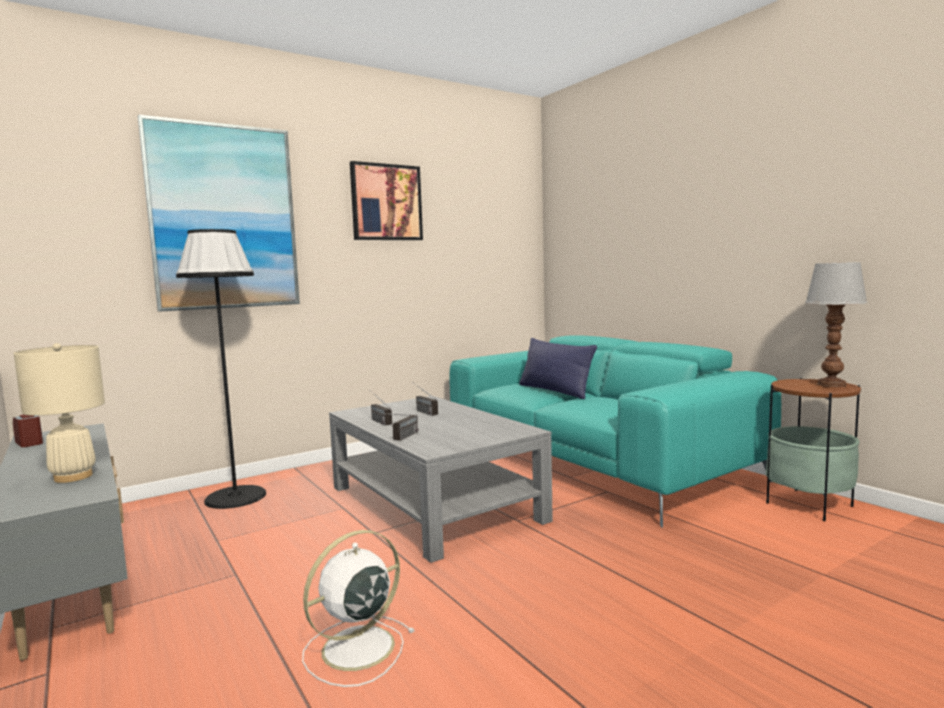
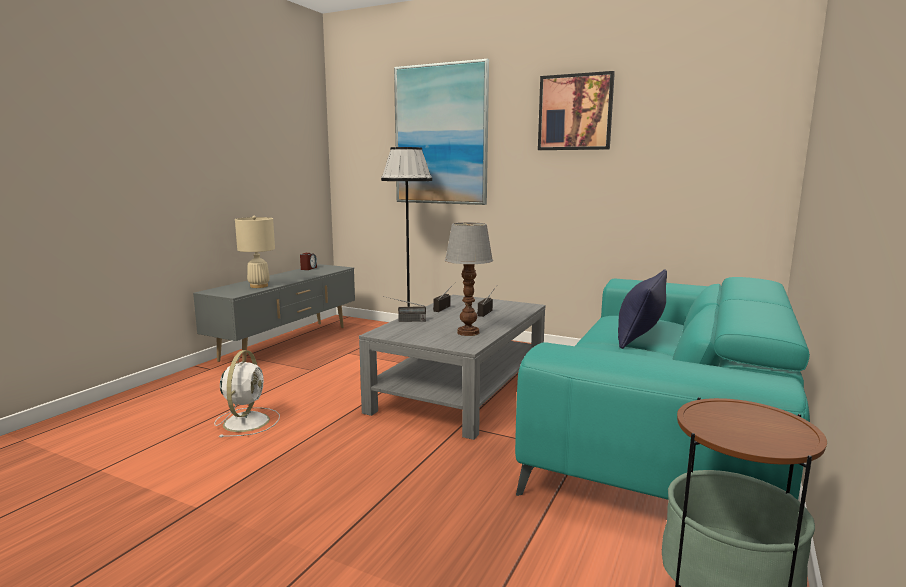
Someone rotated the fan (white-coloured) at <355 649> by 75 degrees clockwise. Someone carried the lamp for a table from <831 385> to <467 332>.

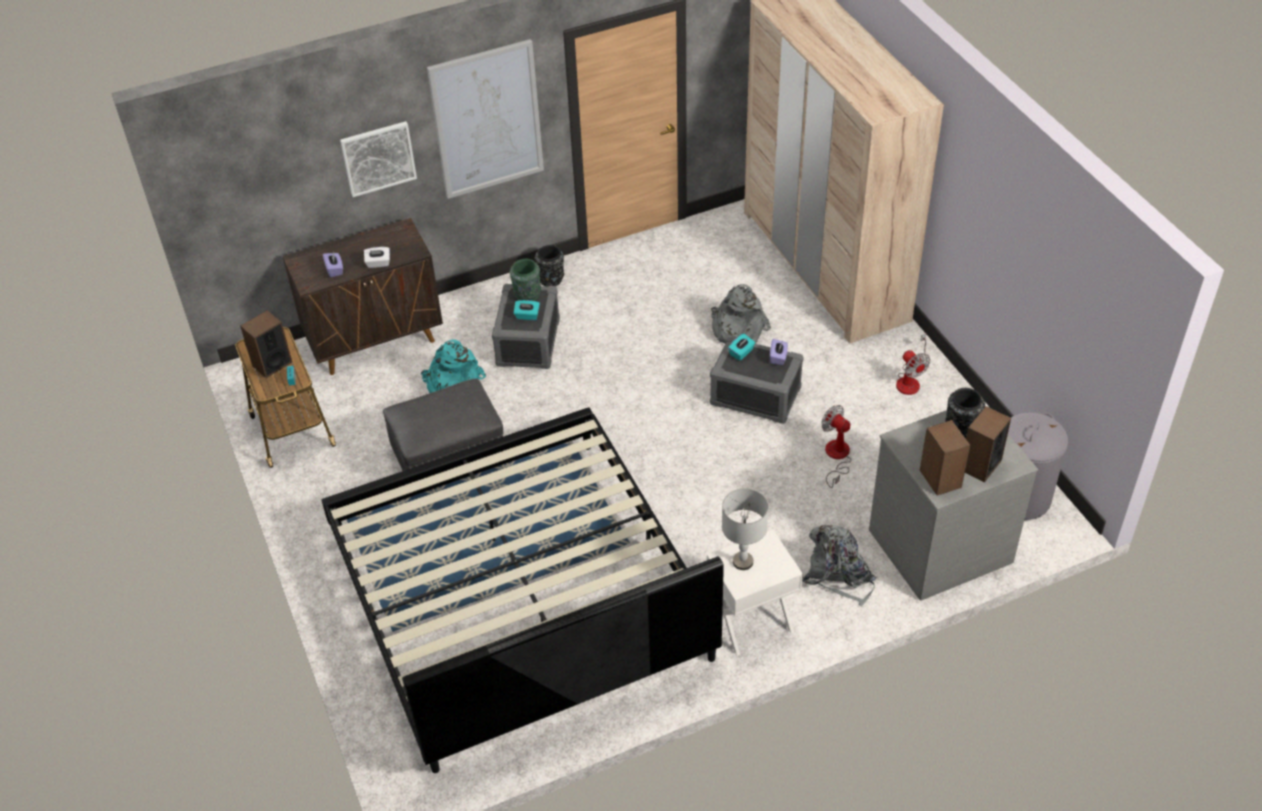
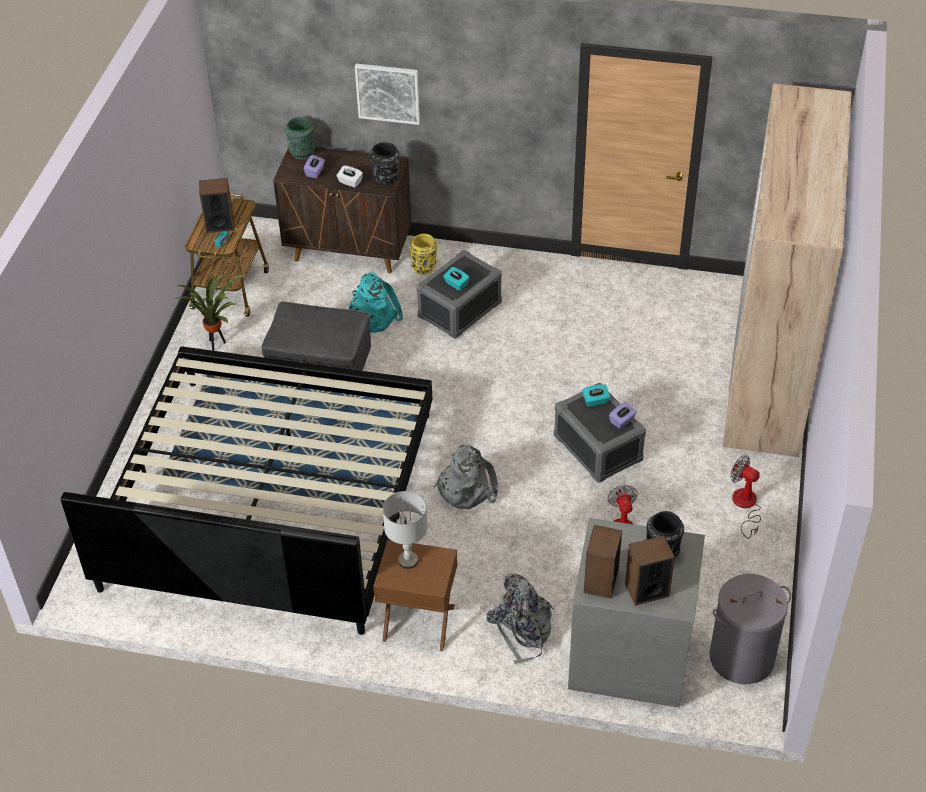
Someone took away the wall picture at <487 119>. Someone carried the flower vase (greenish) from <527 295> to <302 153>. Someone carried the flower vase (black-coloured) from <551 279> to <386 178>. Someone repainted the nightstand (white-coloured) at <752 622>, which became the nightstand (brown) at <418 623>. Someone carried the rucksack (greyish) from <737 329> to <466 487>. Someone rotated the fan at <910 380> by 120 degrees clockwise. Someone put down the plant in a pot at <217 345>. Someone put down the flower vase (yellow) at <424 267>.

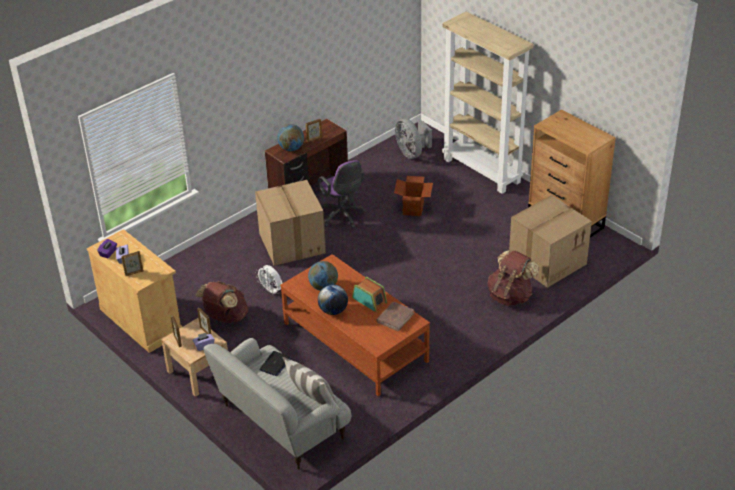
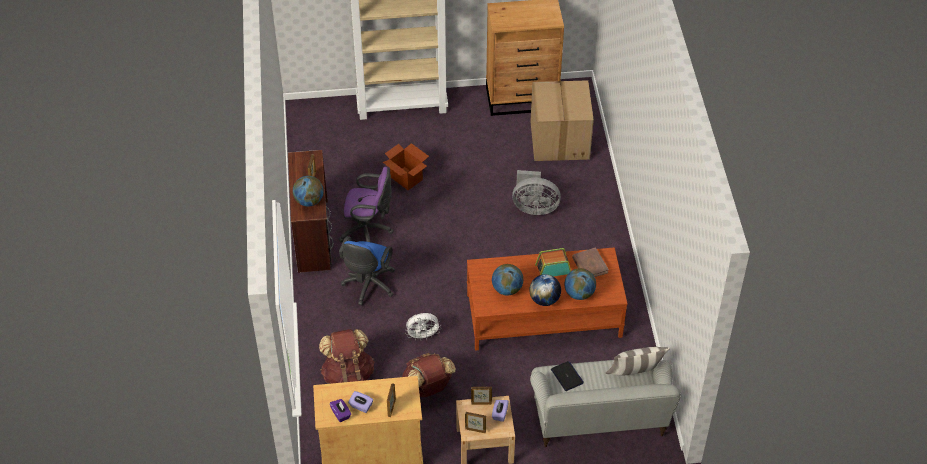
Someone swapped the packing box at <291 243> for the office chair (blue) at <368 286>. Someone carried the fan (greyish) from <412 153> to <534 207>. Someone carried the rucksack (brown) from <510 296> to <348 375>. Someone put down the world globe at <579 293>.

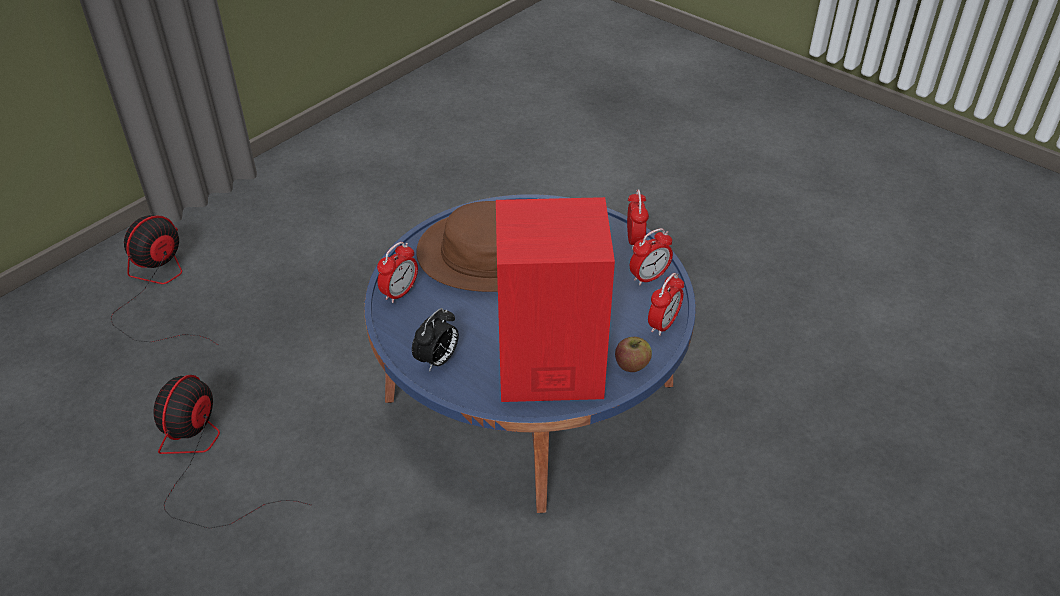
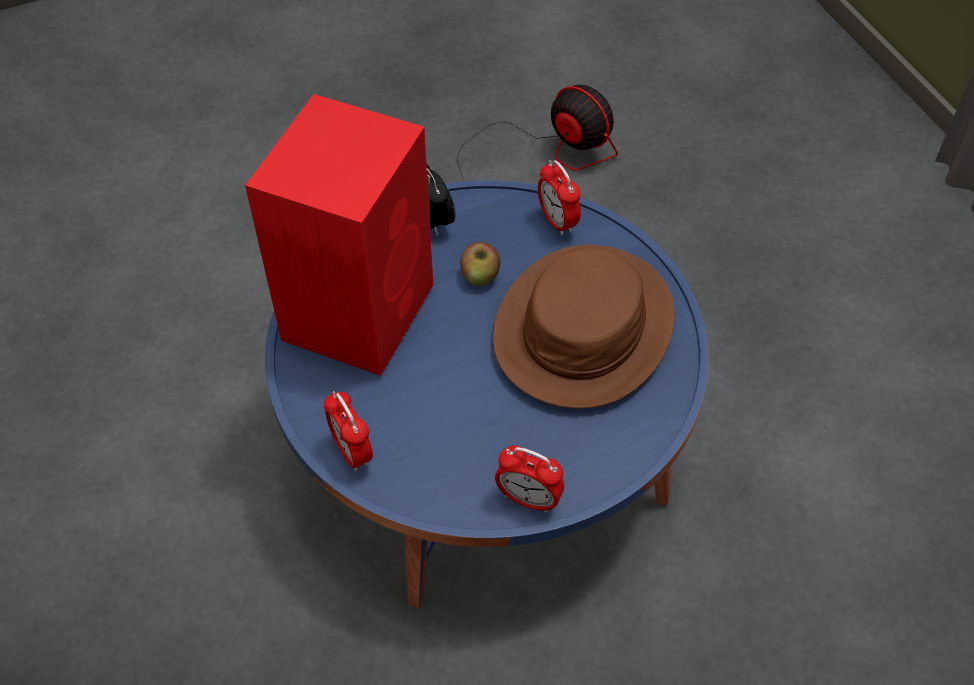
Someone took away the fan at <158 290>. Someone carried the apple from <632 364> to <480 276>. Someone took away the table clock at <649 277>.

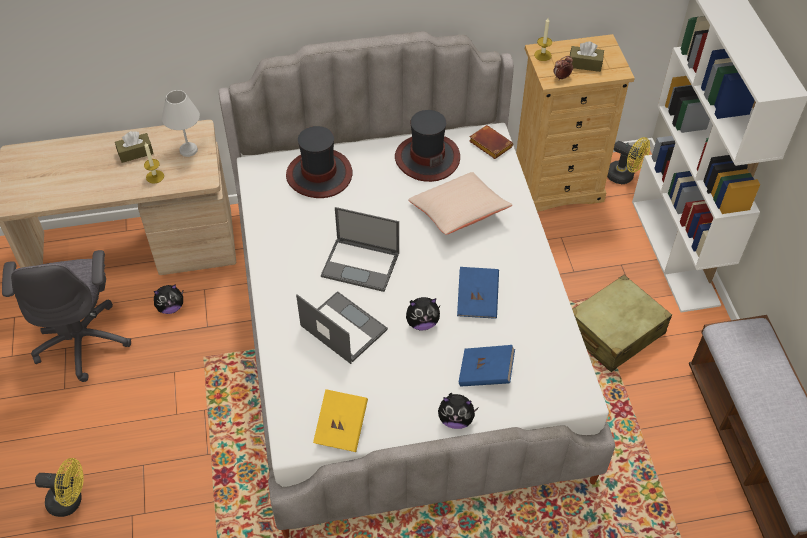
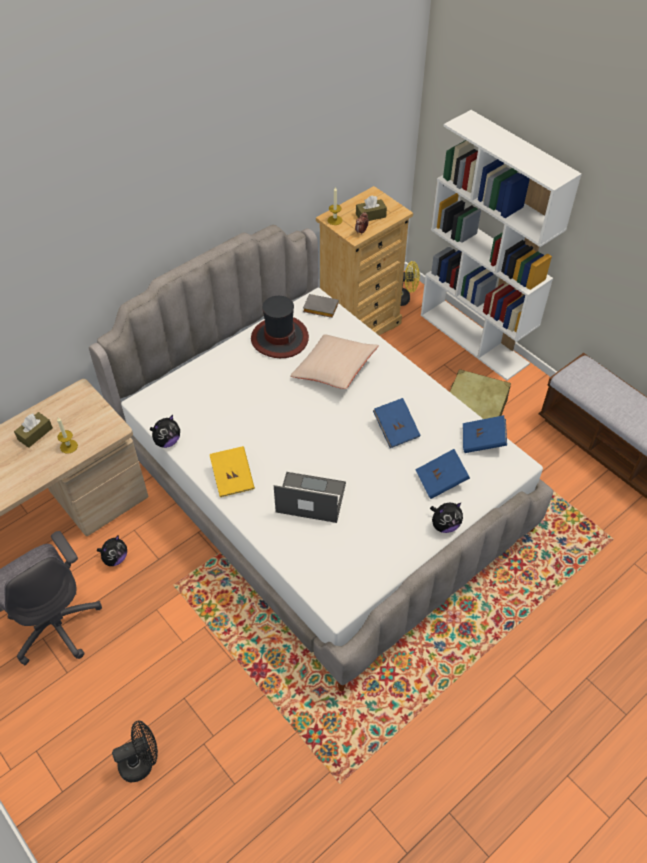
Someone repainted the fan (yellow) at <70 501>, which became the fan (black-coloured) at <141 762>. Someone took away the lamp for a table (white-coloured) at <187 150>. Someone took away the clothing hat at <319 175>. Someone carried the volume (yellow) from <341 428> to <233 478>. Someone took away the portable computer at <361 264>. Someone carried the plush toy from <422 323> to <167 441>. Someone repainted the volume (brown) at <489 145>, which became the volume (greyish) at <319 309>. Someone put down the volume (blue) at <482 441>.

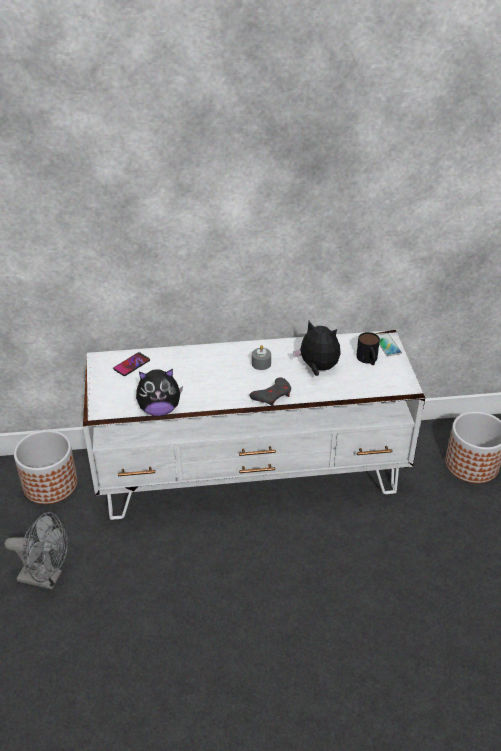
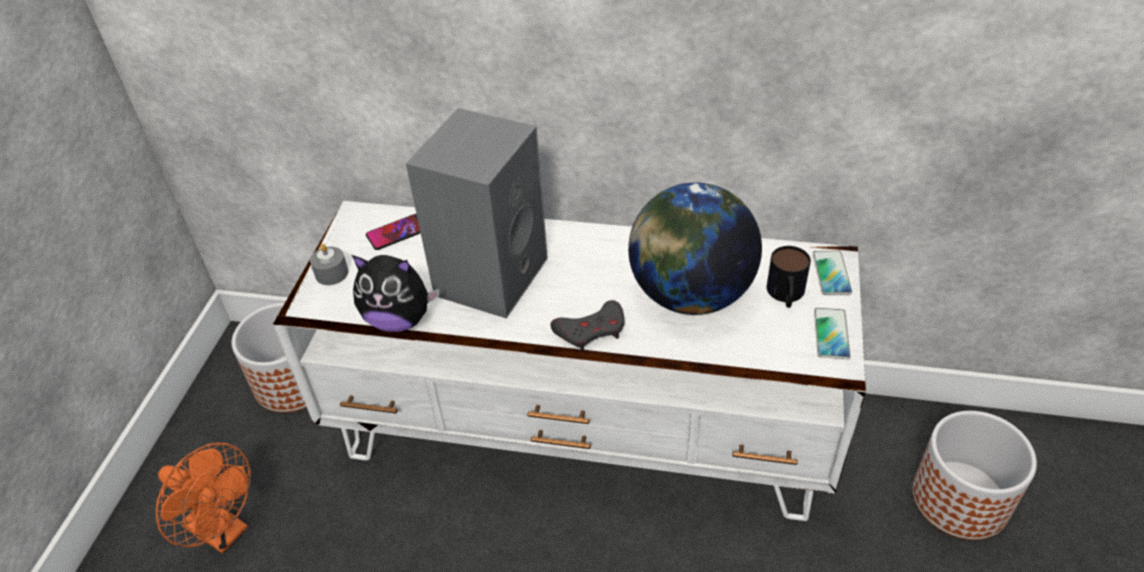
Someone repainted the fan (greyish) at <46 578>, which became the fan (orangey) at <224 531>. Someone carried the wax candle (greyish) from <261 364> to <331 273>. Someone swapped the plush toy at <317 368> for the world globe at <690 295>. Someone put down the loudspeaker (greyish) at <491 274>. Someone put down the handset at <831 334>.

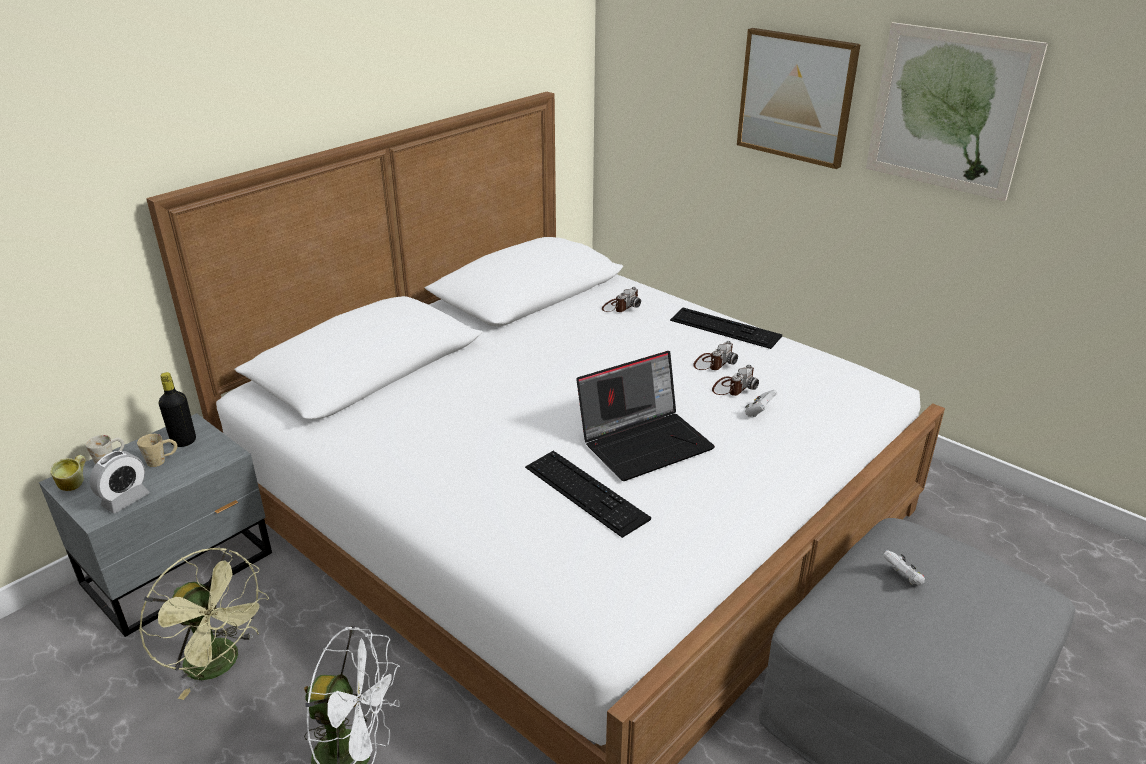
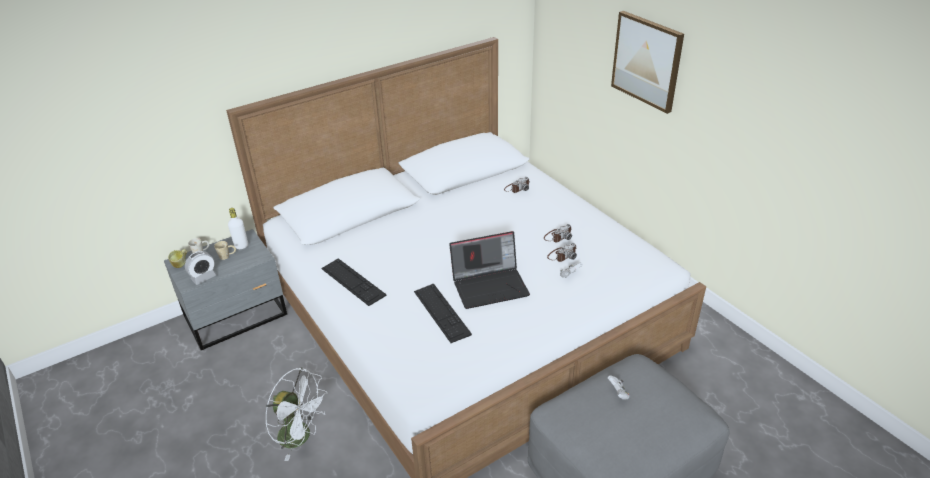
Someone took away the fan (greenish) at <221 665>. Someone repainted the beverage bottle (black-coloured) at <184 441>, which became the beverage bottle (white-coloured) at <241 246>. Someone carried the computer keyboard from <725 328> to <353 281>. Someone took away the wall picture at <949 111>.

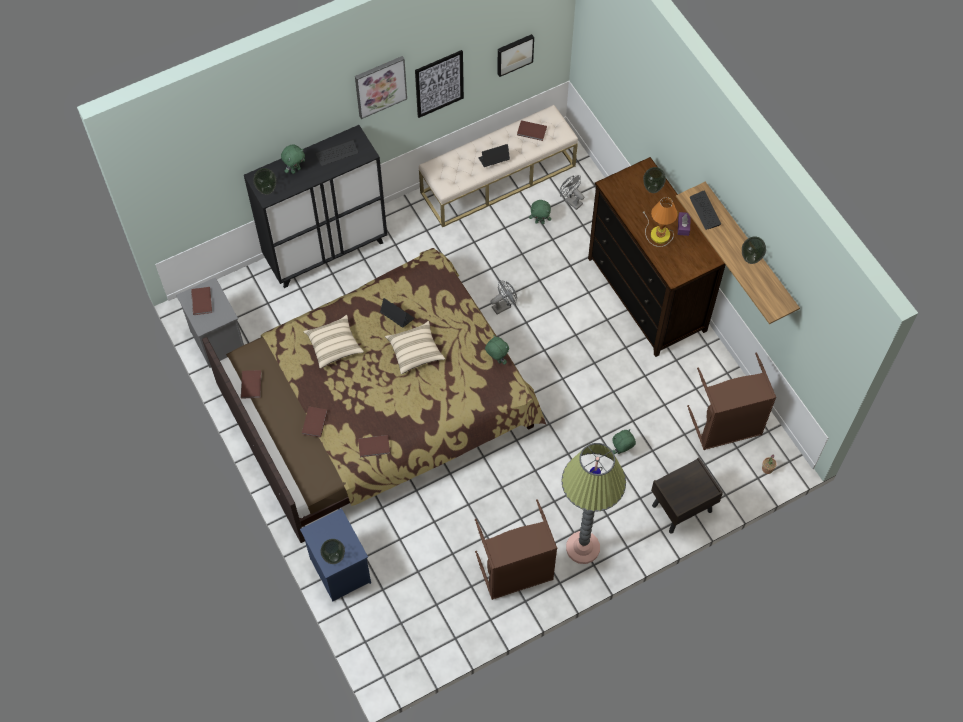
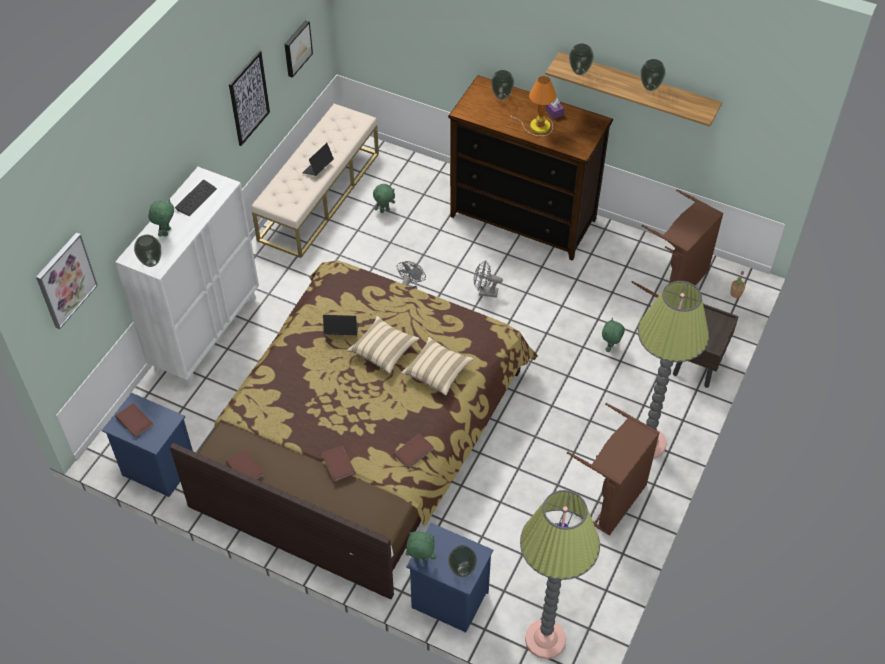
Someone repainted the nightstand (greyish) at <216 341>, which became the nightstand (blue) at <157 469>. Someone repainted the cupboard (black-coloured) at <326 251>, which became the cupboard (white-coloured) at <206 333>. Someone carried the pillow (beige-coloured) from <334 346> to <437 372>. Someone carried the wall picture from <380 86> to <65 280>. Someone carried the plush toy (greenish) from <496 360> to <420 560>. Someone took away the volume (brown) at <532 132>. Someone carried the fan (greyish) from <571 201> to <485 292>. Someone swapped the computer keyboard at <705 211> for the flower vase at <580 72>. Someone put down the standing lamp at <545 639>.

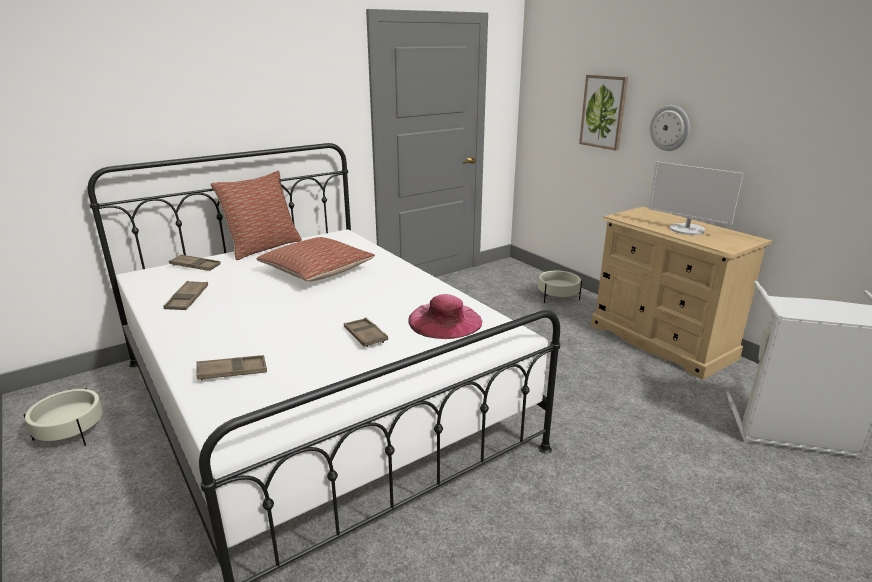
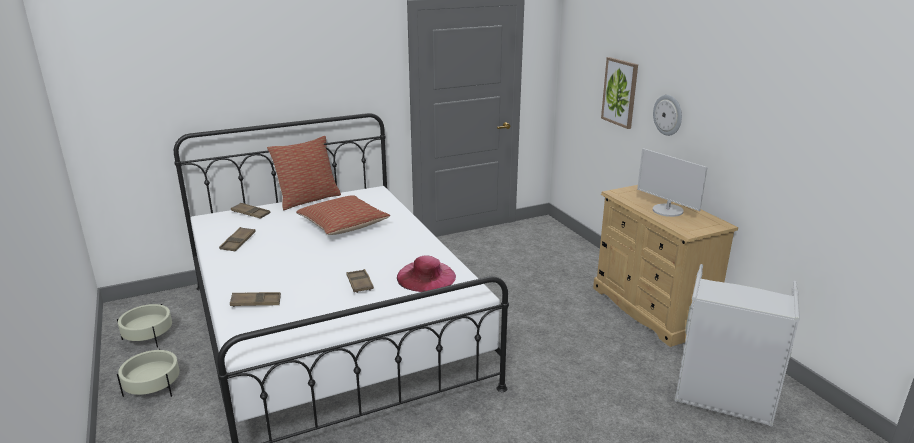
Someone carried the flower pot (beige-coloured) from <558 297> to <153 387>.

